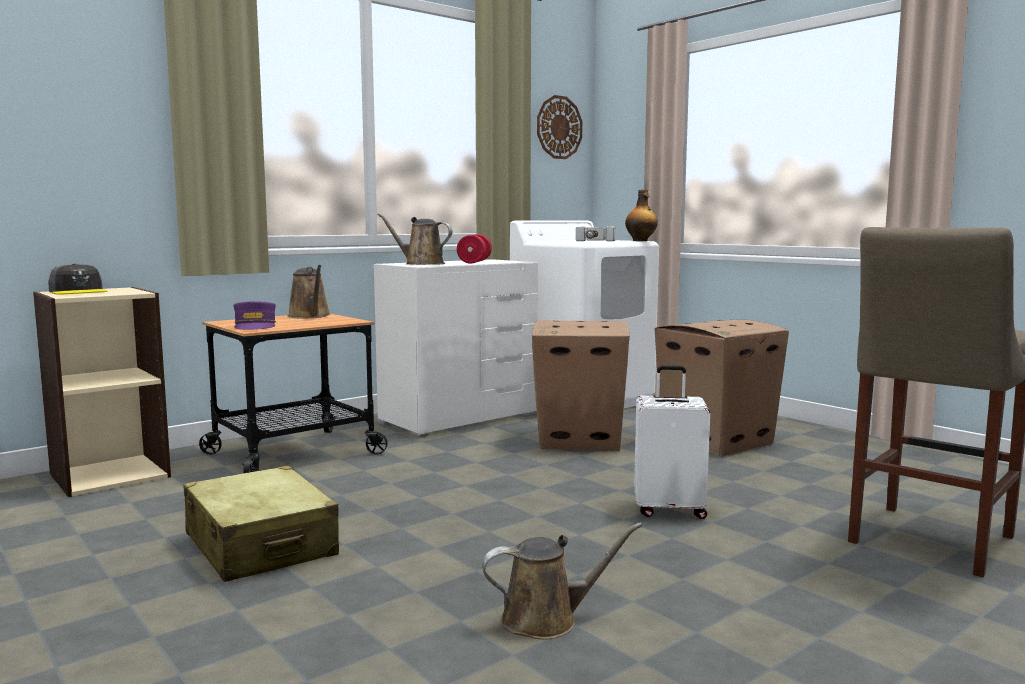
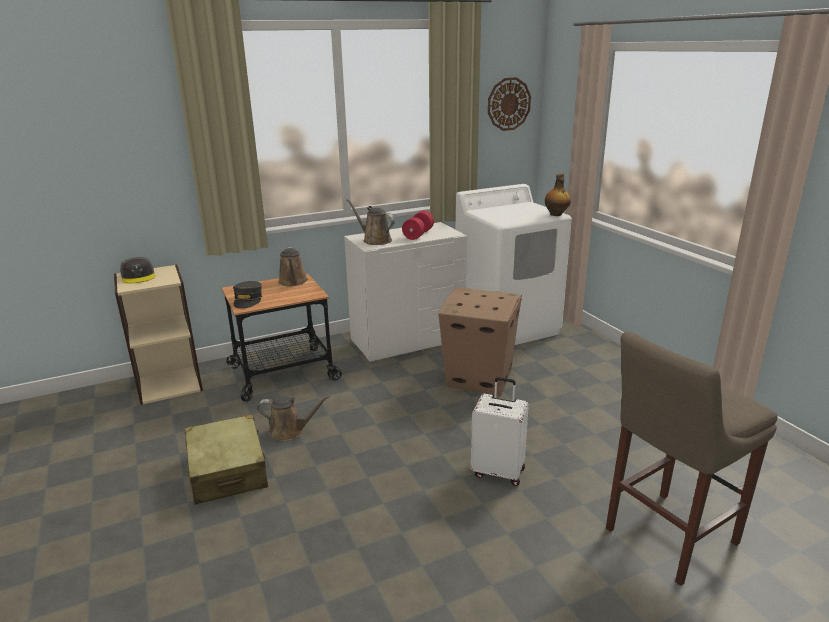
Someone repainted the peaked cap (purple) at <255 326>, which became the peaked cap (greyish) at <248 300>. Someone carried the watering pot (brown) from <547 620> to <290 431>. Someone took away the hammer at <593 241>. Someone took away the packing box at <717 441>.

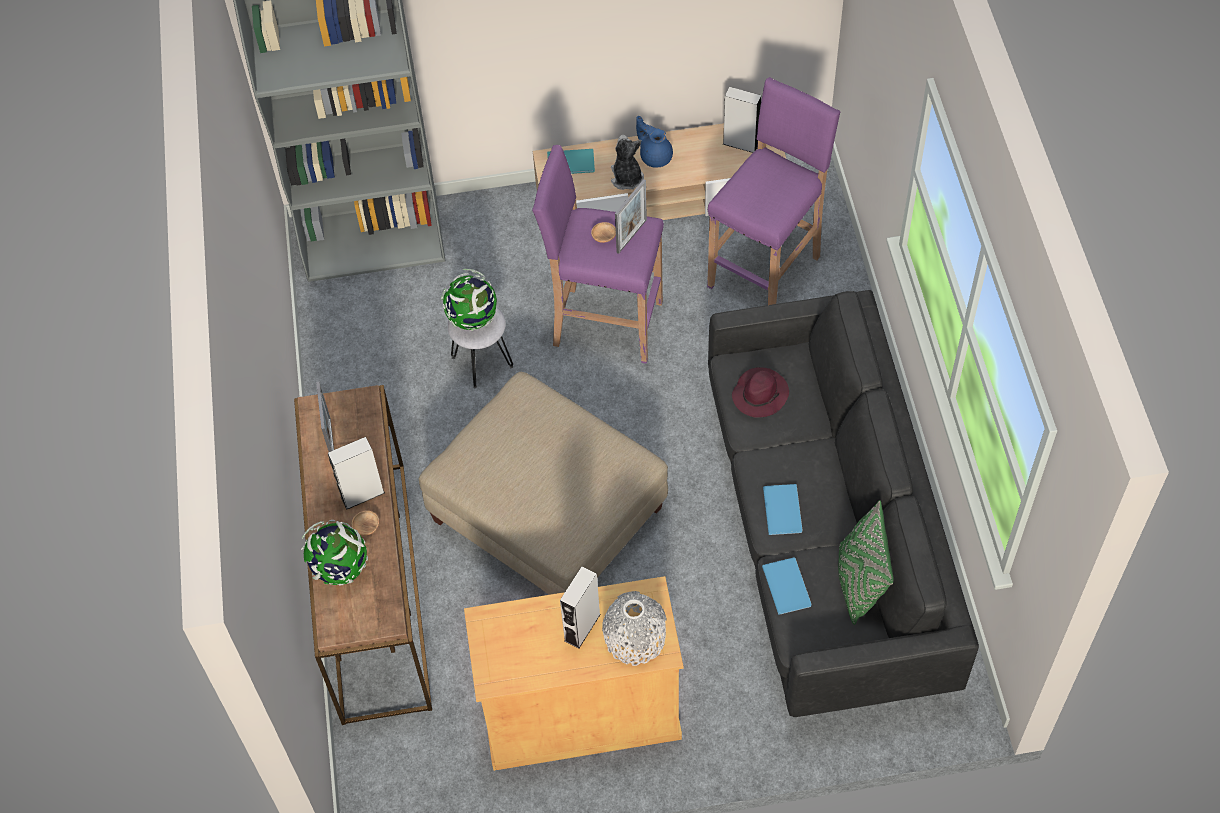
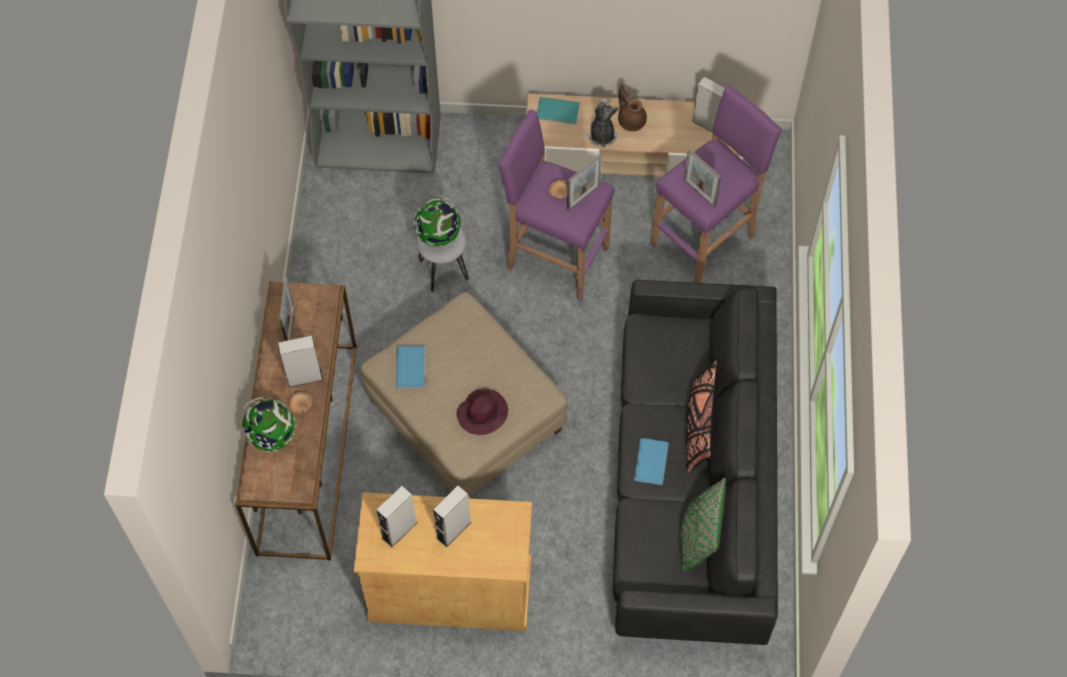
Someone took away the flower vase (greyish) at <635 638>. Someone repainted the teapot (blue) at <655 156>, which became the teapot (brown) at <631 120>. Someone carried the clothing hat (purple) from <760 394> to <483 413>. Someone carried the volume (blue) from <787 585> to <412 366>. Someone put down the loudspeaker (greyish) at <399 530>. Someone put down the photo frame at <699 192>. Someone put down the pillow (black-coloured) at <700 426>.

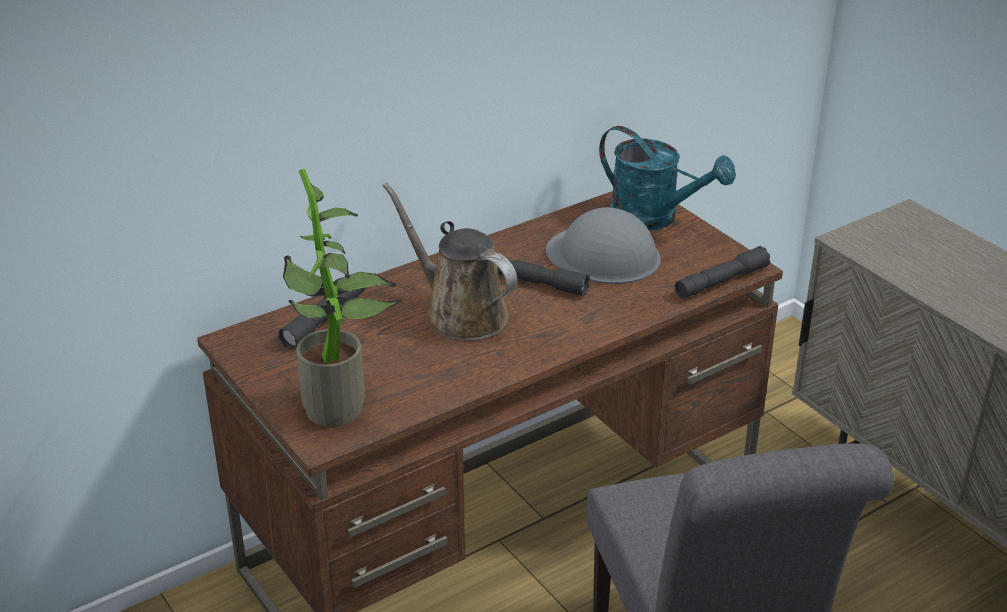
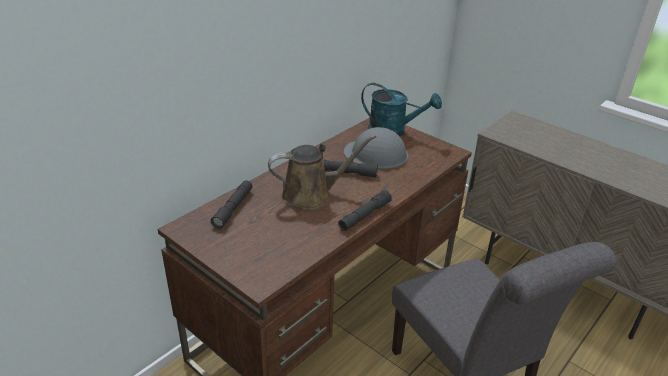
Someone took away the plant in a pot at <344 407>. Someone rotated the watering pot (brown) at <460 313> by 135 degrees clockwise. Someone carried the hand torch (greyish) from <721 281> to <365 215>.

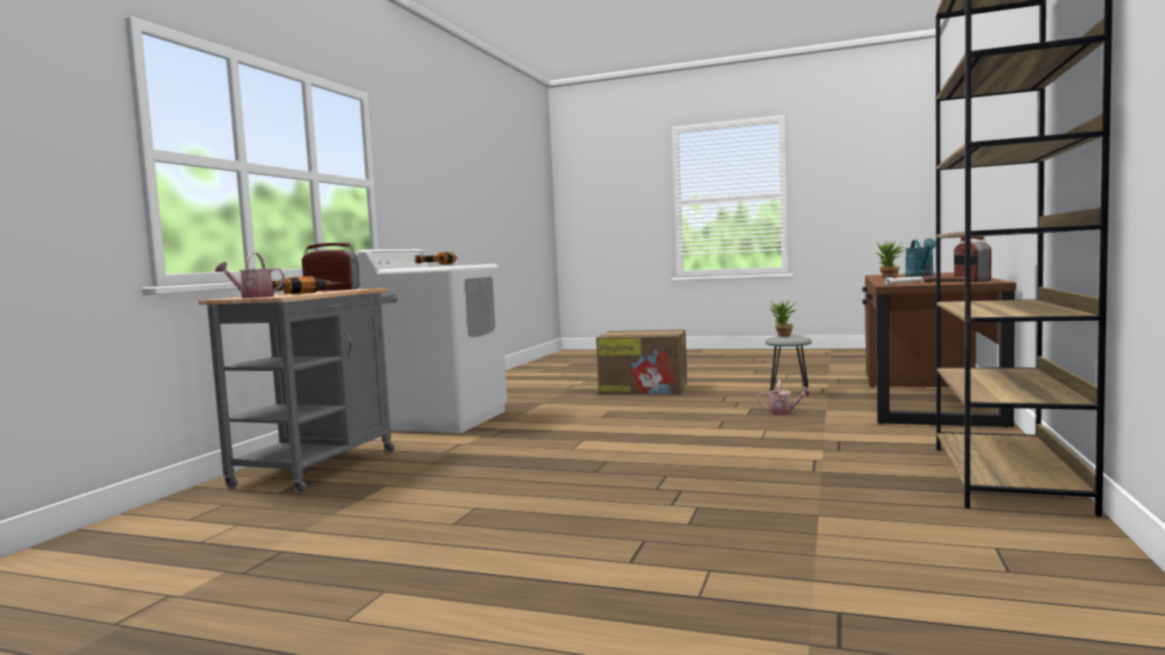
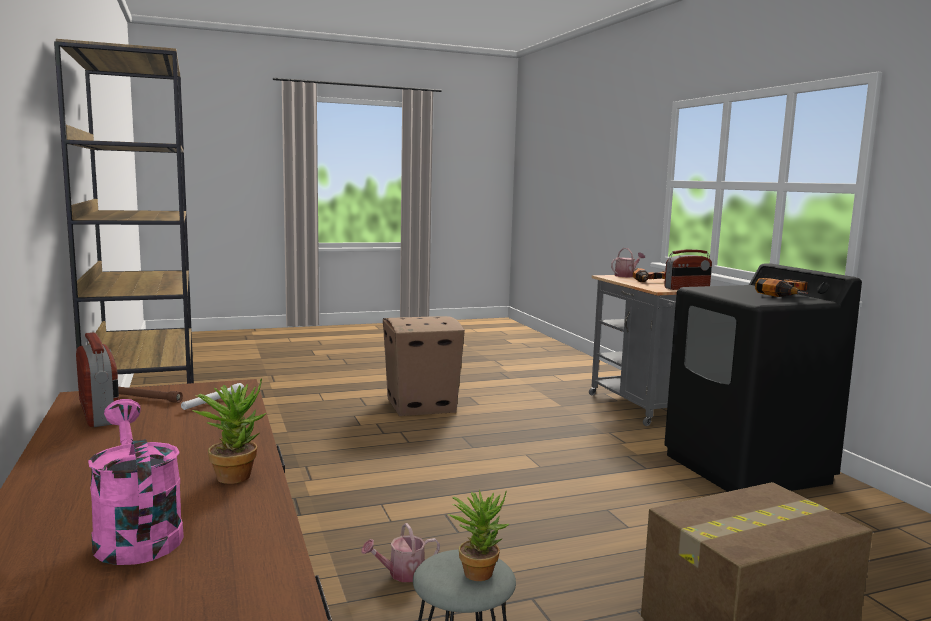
Someone repainted the laundry appliance (white-coloured) at <441 419>, which became the laundry appliance (black-coloured) at <747 469>. Someone repainted the watering pot (turquoise-coloured) at <921 276>, which became the watering pot (pink-coloured) at <135 534>. Someone put down the packing box at <420 405>.

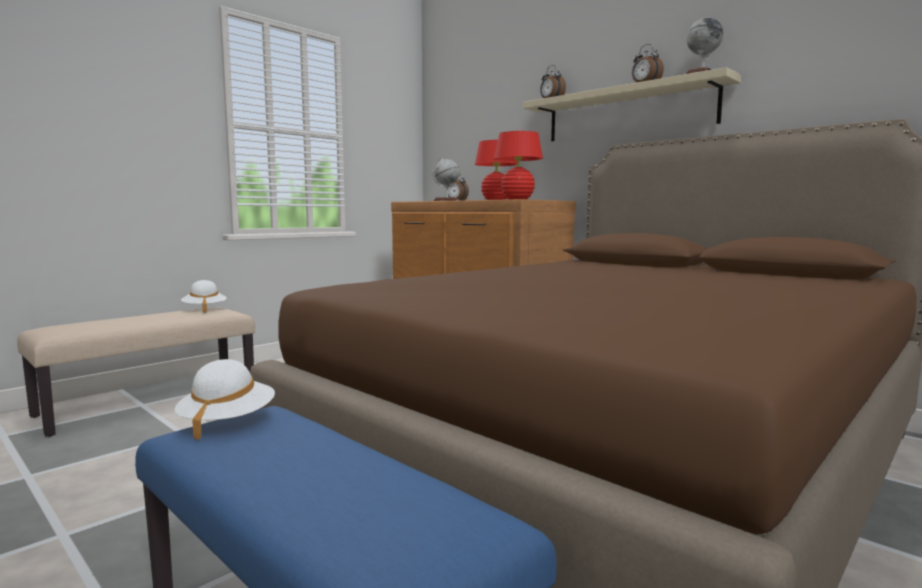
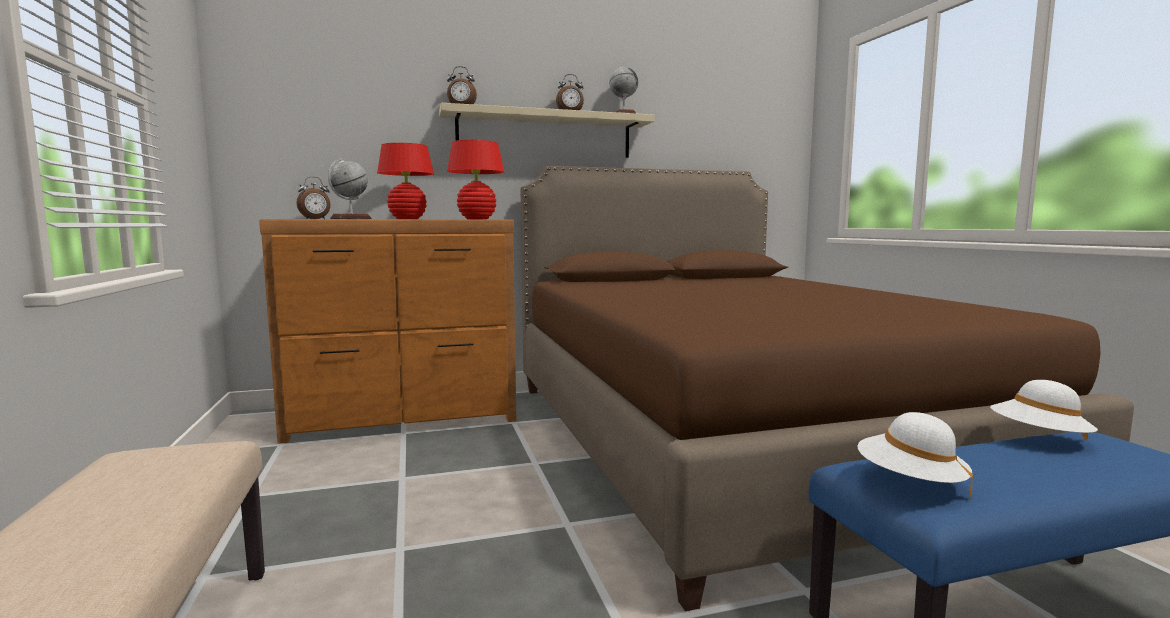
Someone carried the clothing hat (white-coloured) from <204 309> to <1039 438>.

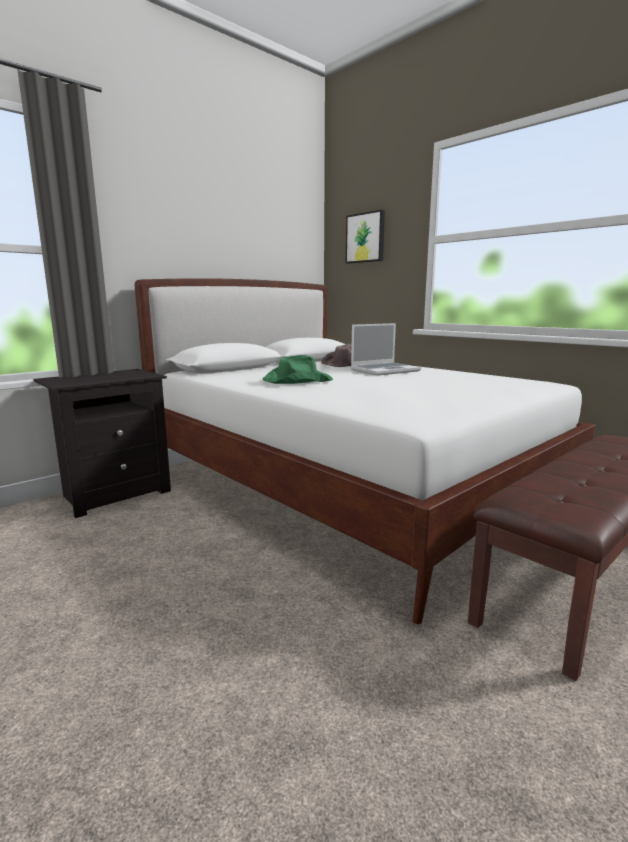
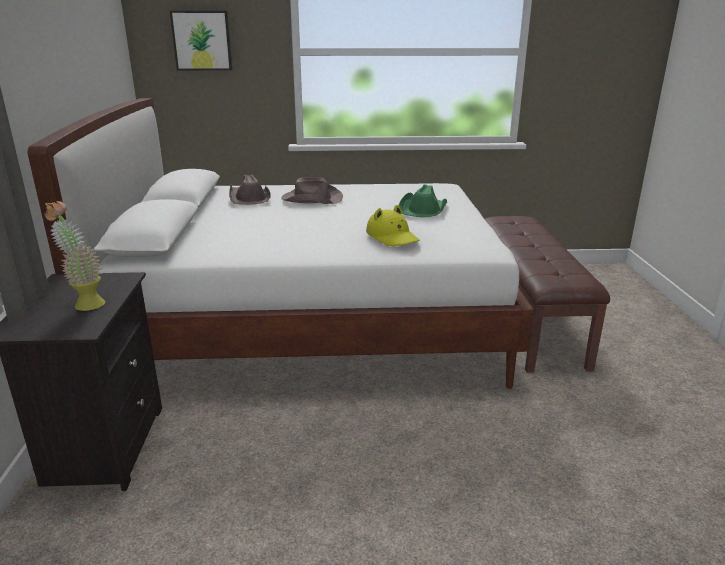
Someone carried the clothing hat (greenish) from <296 380> to <423 209>. Someone swapped the portable computer at <385 370> for the clothing hat (brown) at <311 199>. Someone put down the plant in a pot at <84 303>. Someone put down the clothing hat (yellow) at <392 237>.

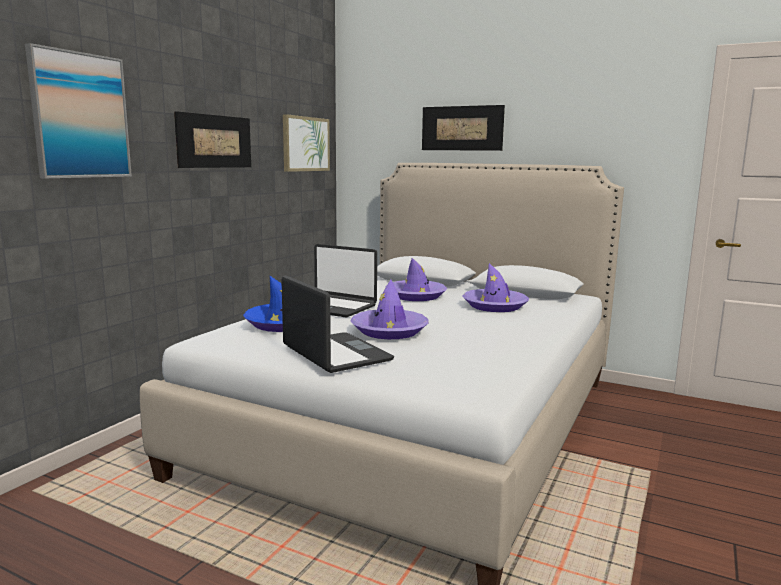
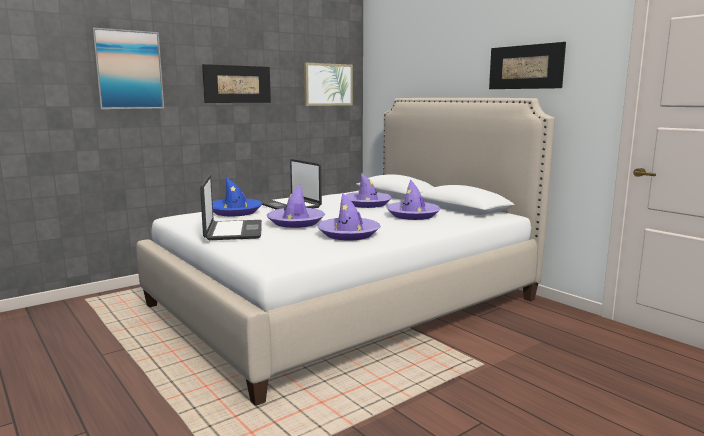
Someone carried the wall picture from <462 128> to <525 67>. Someone put down the clothing hat (purple) at <349 234>.

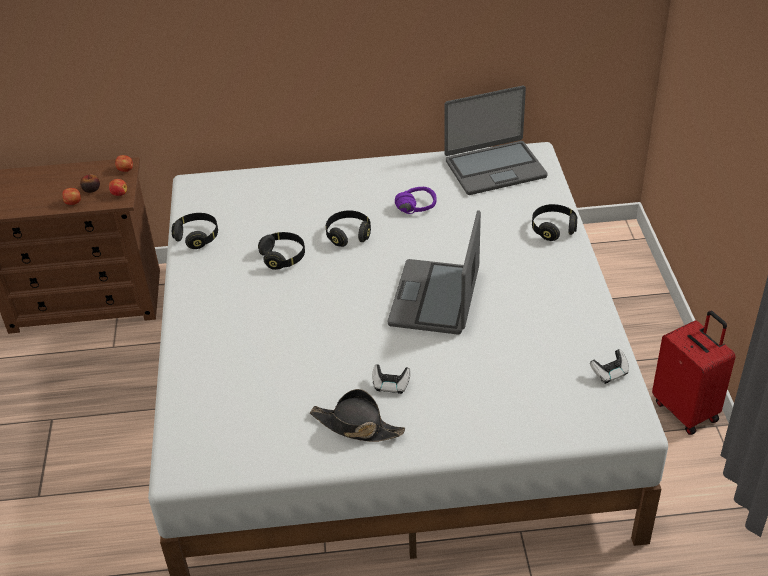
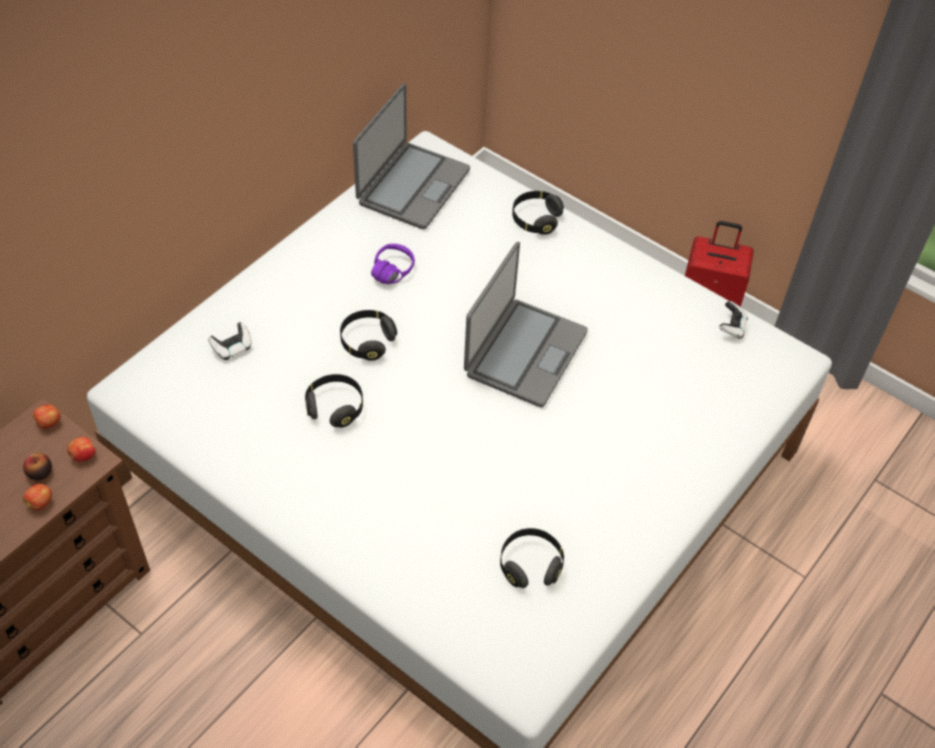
Someone carried the headset (black-coloured) from <197 237> to <530 565>. Someone took away the clothing hat (black-coloured) at <356 426>. Someone carried the game controller from <391 385> to <232 348>. Someone rotated the portable computer at <435 298> by 120 degrees counterclockwise.

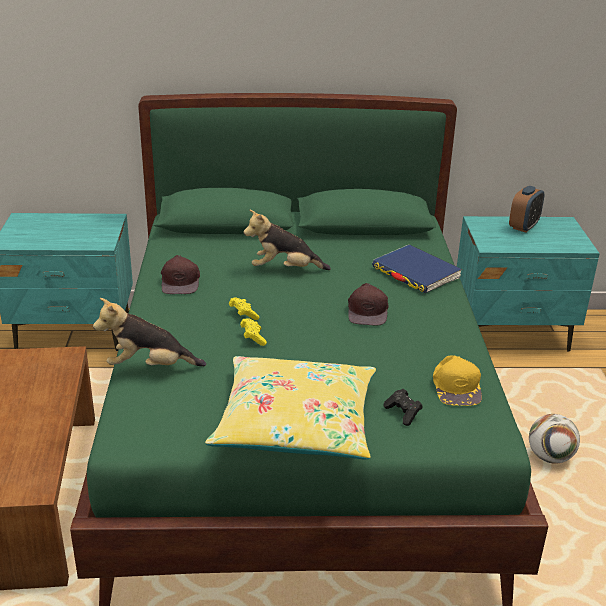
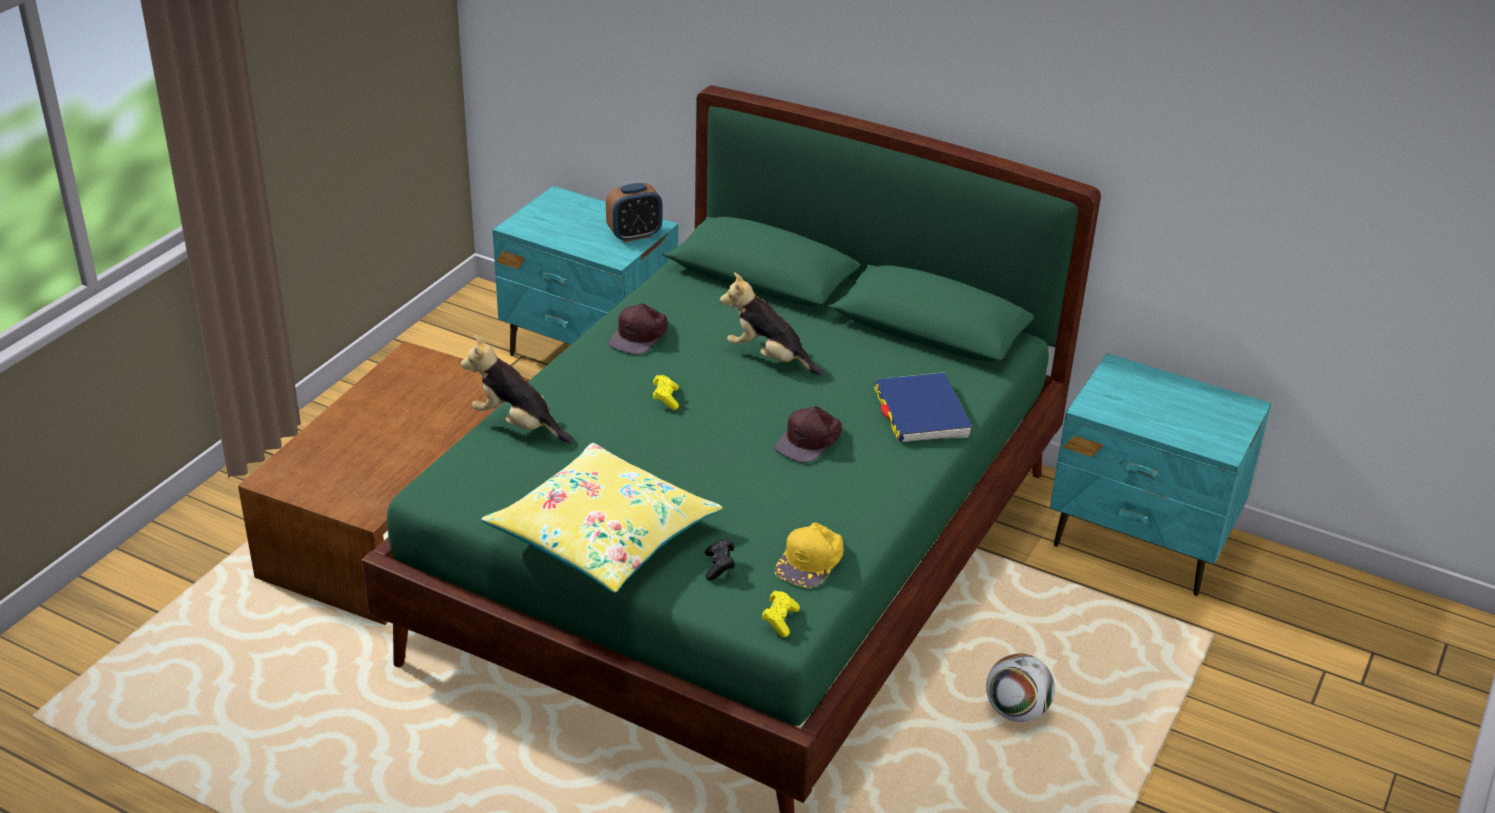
Someone carried the game controller (yellow) from <253 338> to <780 620>. Someone carried the table clock from <523 227> to <634 235>.

